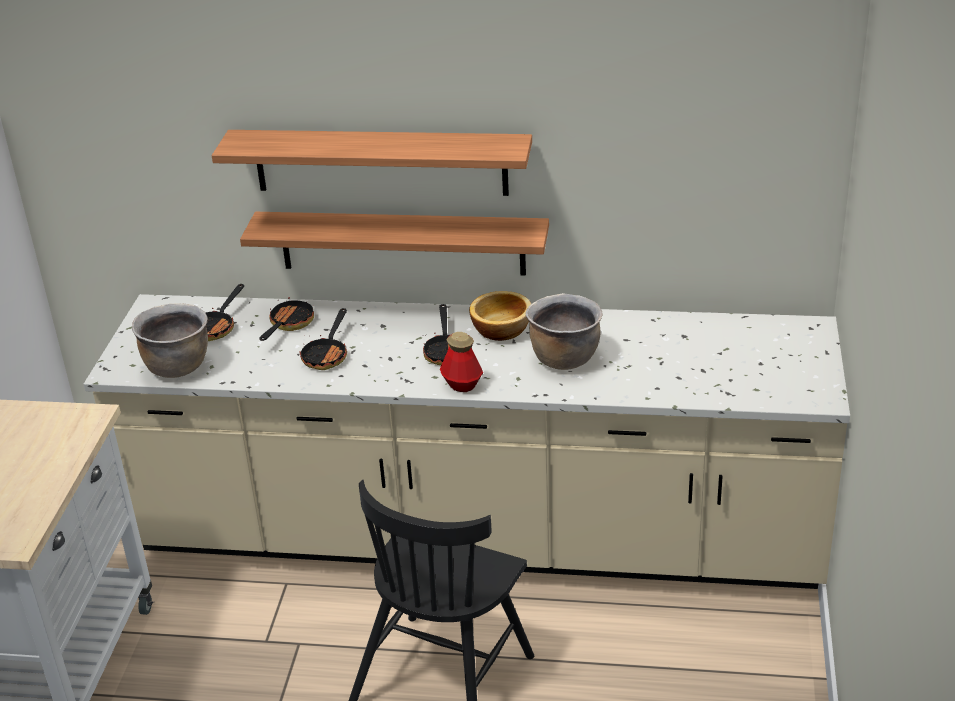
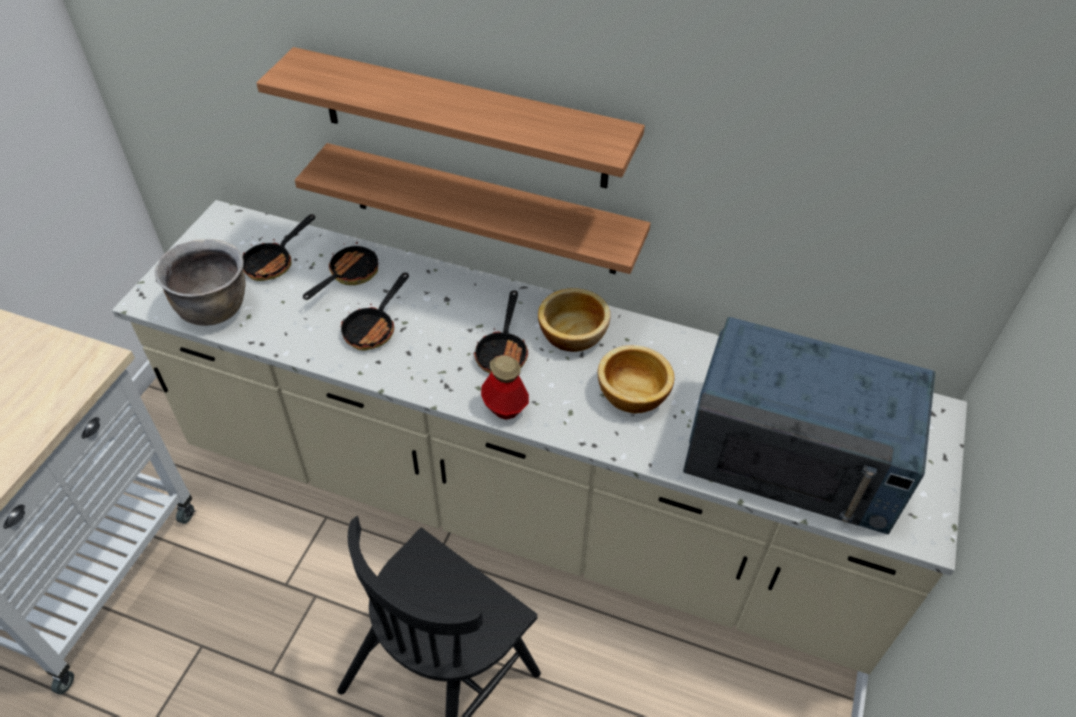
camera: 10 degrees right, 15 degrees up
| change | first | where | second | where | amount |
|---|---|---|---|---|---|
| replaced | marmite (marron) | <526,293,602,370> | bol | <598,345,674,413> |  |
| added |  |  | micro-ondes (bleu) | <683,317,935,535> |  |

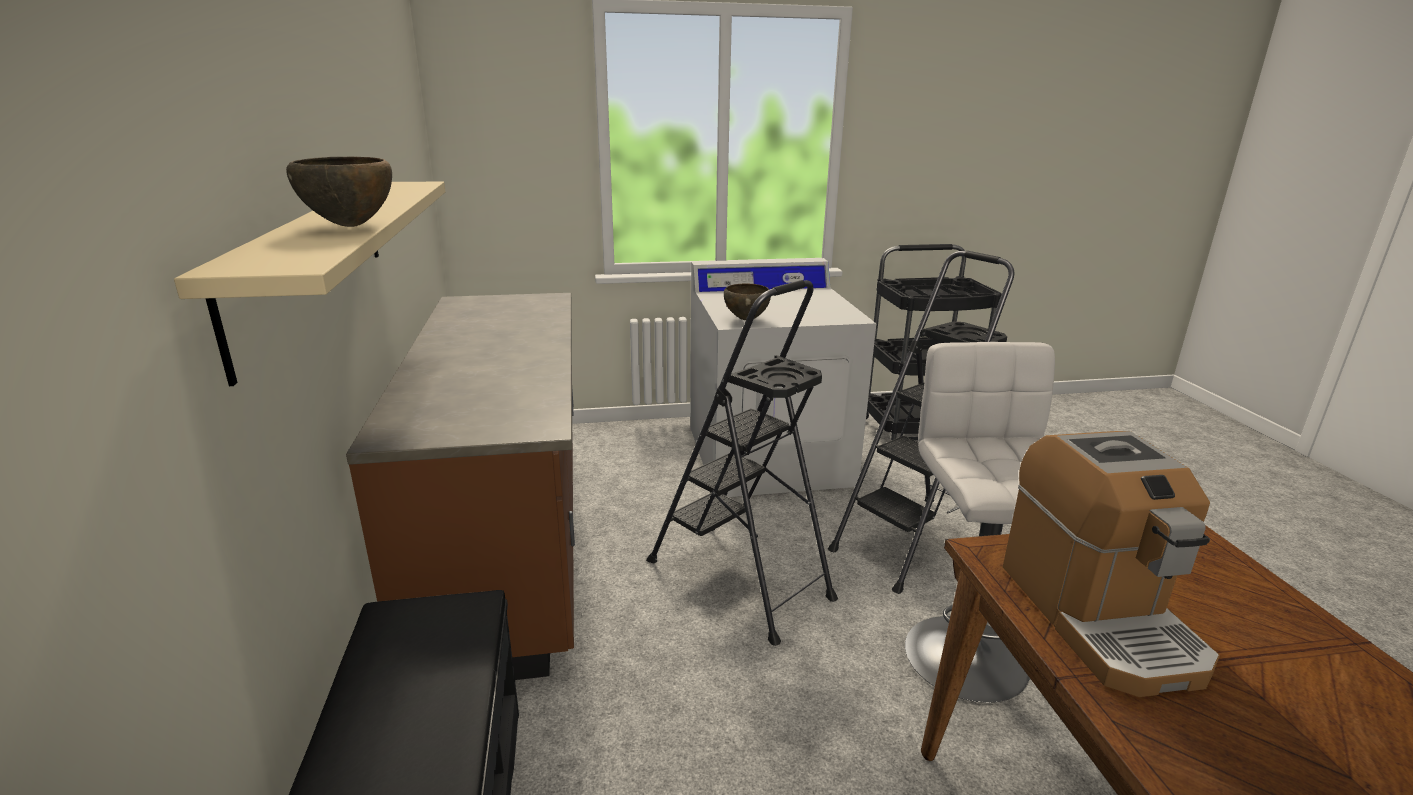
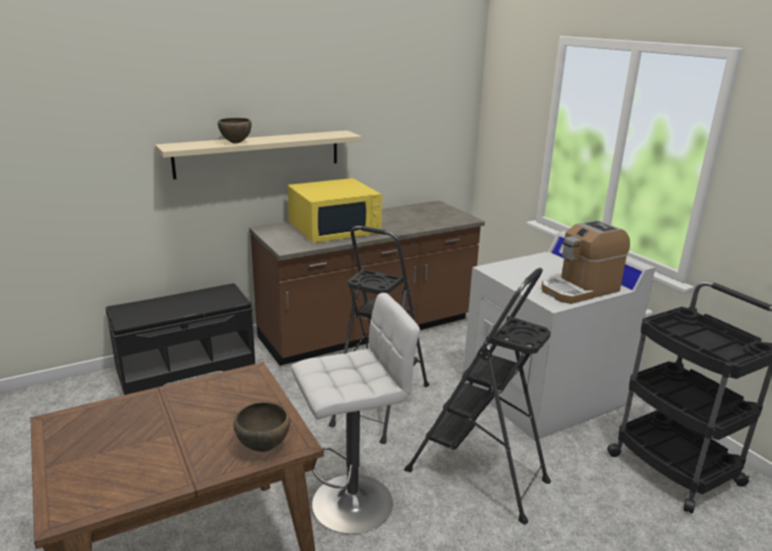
camera: 70 degrees right, 0 degrees up
| change | first | where | second | where | amount |
|---|---|---|---|---|---|
| moved | bol (marron) | <724,283,771,320> |  | <233,402,290,452> |  |
| moved | machine à café | <1003,431,1220,697> |  | <541,220,630,304> |  |
| added |  |  | micro-ondes (jaune) | <288,178,382,243> |  |

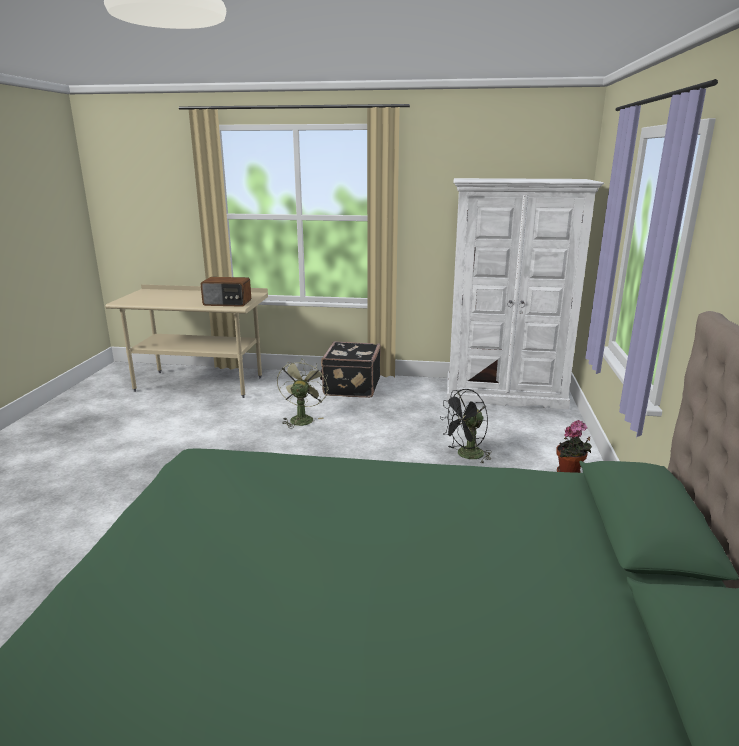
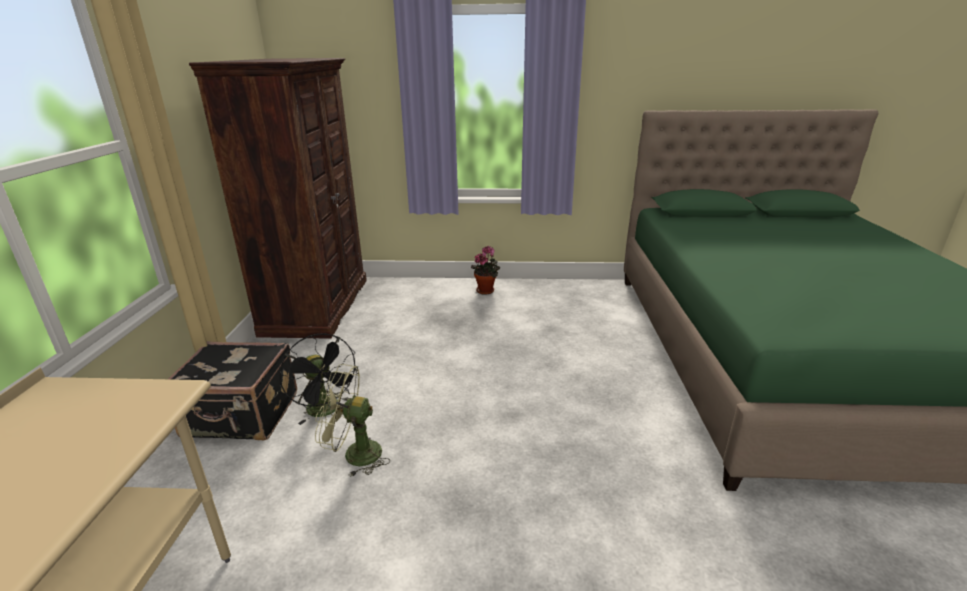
camera: 95 degrees left, 5 degrees up
| change | first | where | second | where | amount |
|---|---|---|---|---|---|
| recoloured | armoire (blanc) | <447,178,604,409> | armoire (marron) | <189,58,367,339> |  |
| removed | radio | <200,277,251,307> |  |  |  |
| moved | ventilateur (noir) | <440,389,492,464> |  | <279,333,358,425> |  |

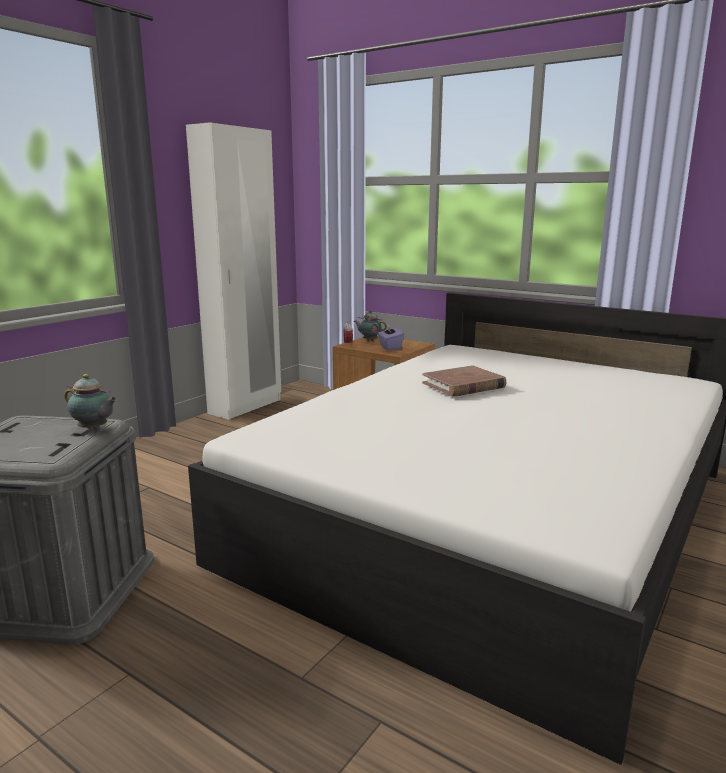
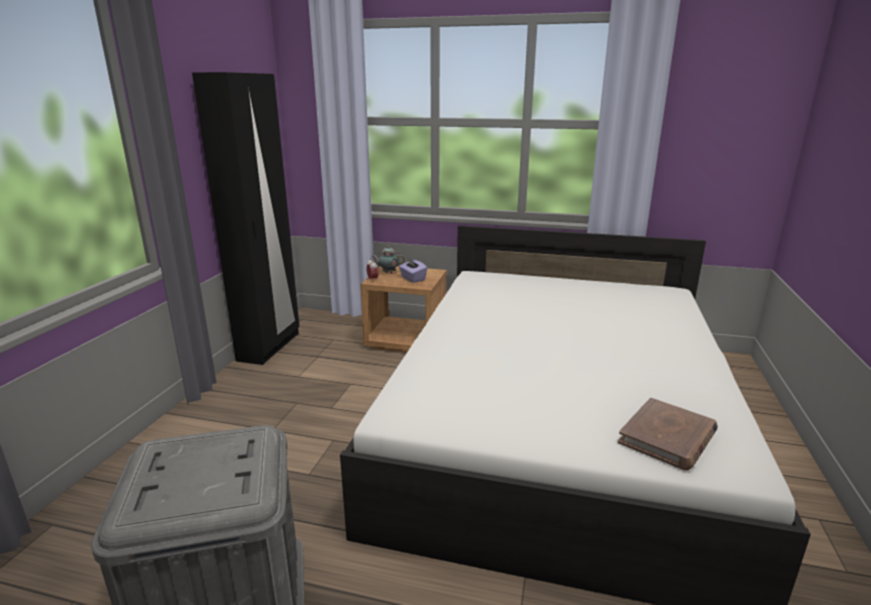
camera: 20 degrees left, 5 degrees up
| change | first | where | second | where | amount |
|---|---|---|---|---|---|
| recoloured | armoire (blanc) | <186,122,281,420> | armoire (noir) | <192,72,299,365> |  |
| moved | livre (marron) | <422,365,507,397> |  | <618,398,718,471> |  |
| removed | théière | <64,374,118,430> |  |  |  |

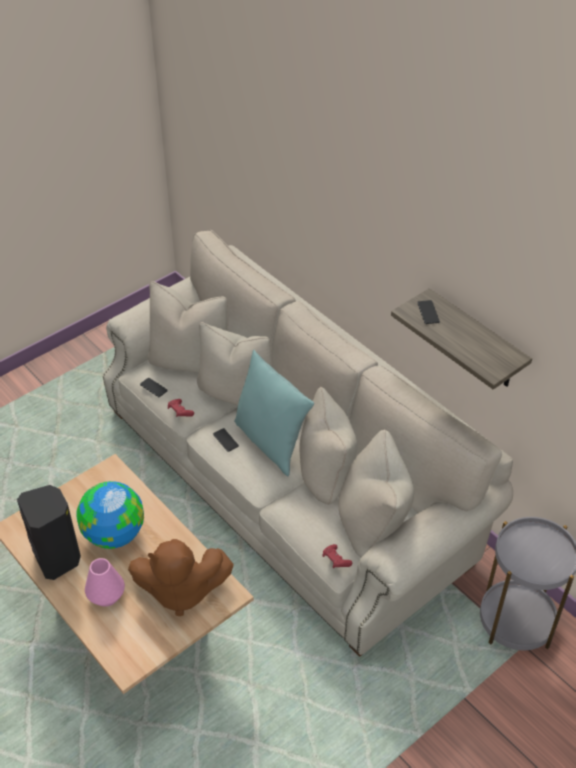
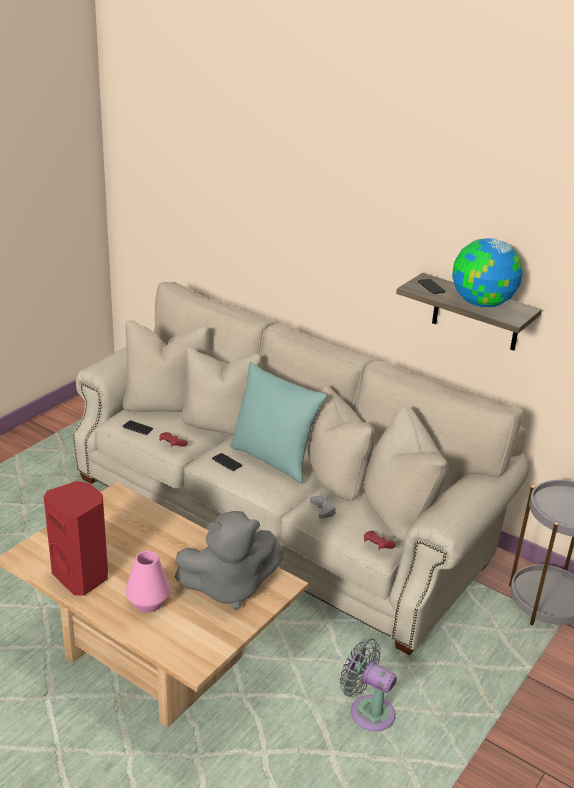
camera: 15 degrees left, 15 degrees down
| change | first | where | second | where | amount |
|---|---|---|---|---|---|
| moved | globe | <76,481,144,549> |  | <452,238,523,307> |  |
| recoloured | enceinte (noir) | <17,485,81,580> | enceinte (rouge) | <44,481,108,595> |  |
| recoloured | peluche (marron) | <128,539,234,616> | peluche (gris) | <175,511,284,610> |  |
| added |  |  | manette (gris) | <310,494,336,519> |  |
| added |  |  | ventilateur (gris) | <340,638,397,731> |  |

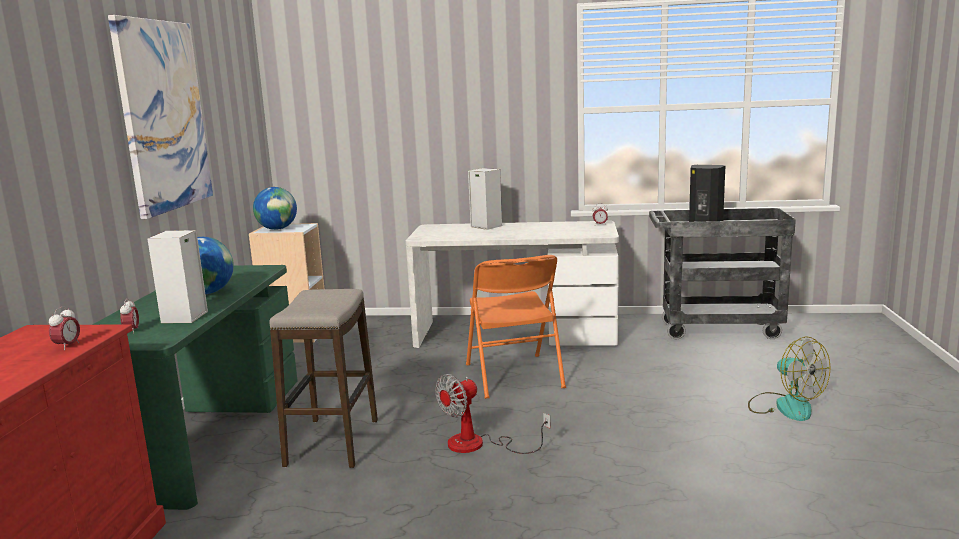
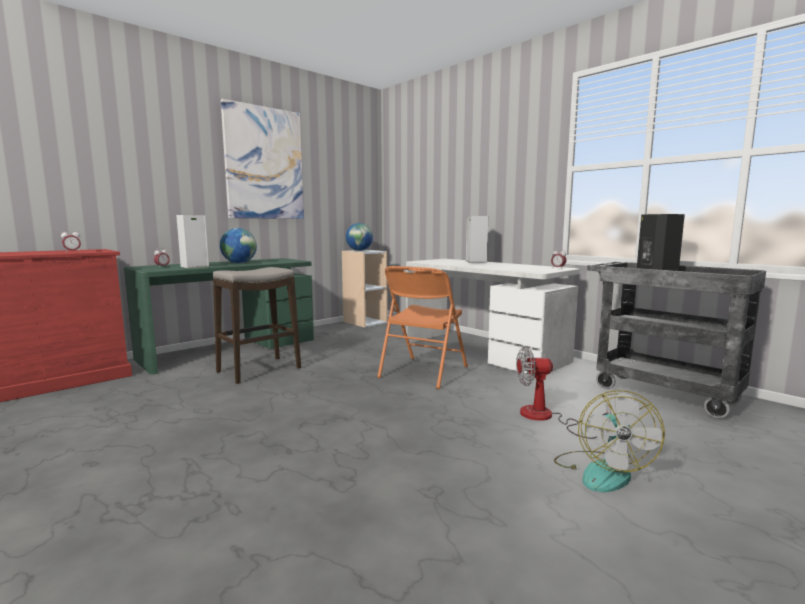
camera: 40 degrees right, 5 degrees down
| change | first | where | second | where | amount |
|---|---|---|---|---|---|
| moved | ventilateur | <435,374,551,454> |  | <516,347,611,439> |  |

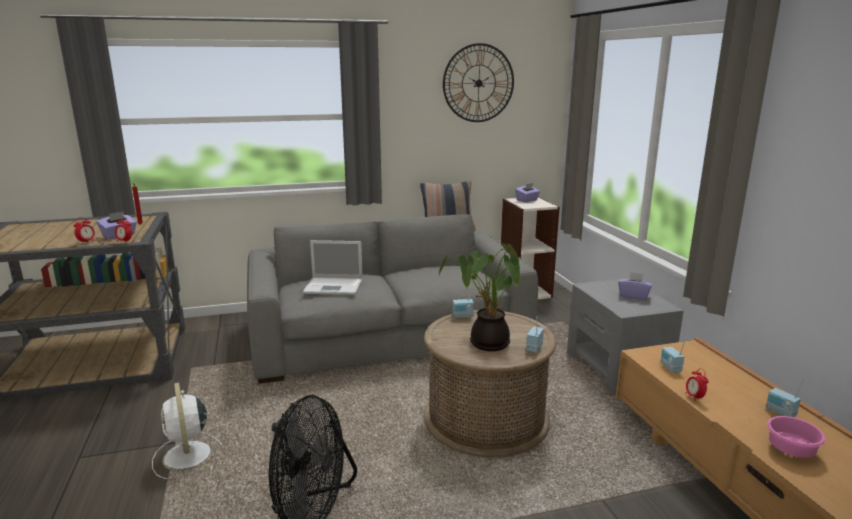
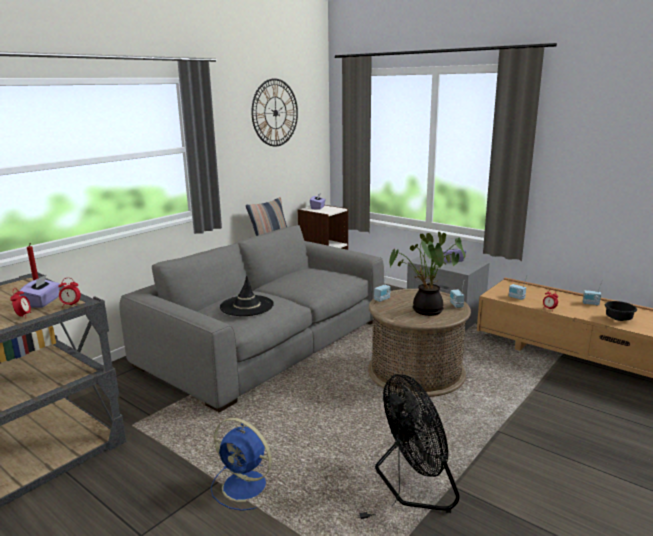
camera: 35 degrees left, 0 degrees up
| change | first | where | second | where | amount |
|---|---|---|---|---|---|
| replaced | ordinateur portable | <303,240,363,295> | chapeau (noir) | <220,275,274,316> |  |
| recoloured | ventilateur (blanc) | <152,382,222,479> | ventilateur (bleu) | <211,418,272,511> |  |
| recoloured | bol (rose) | <767,416,826,458> | bol (noir) | <605,301,637,321> |  |

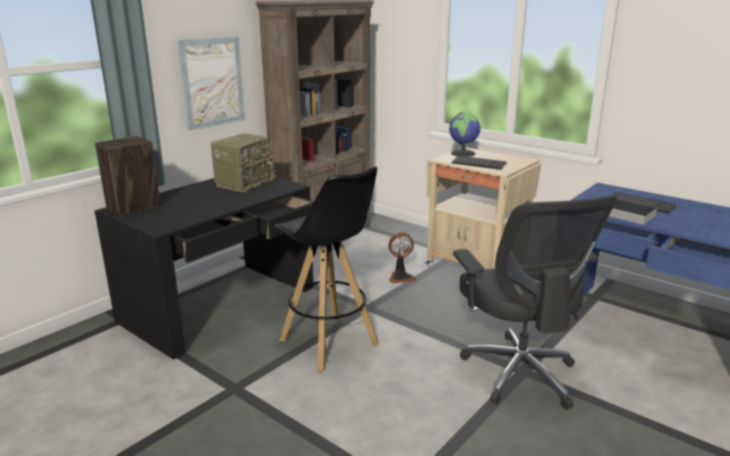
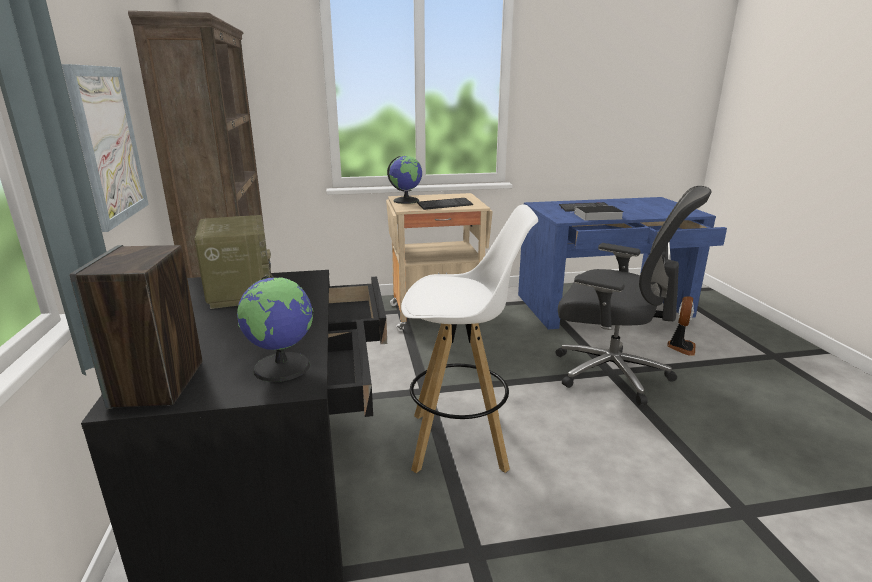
camera: 50 degrees left, 0 degrees up
| change | first | where | second | where | amount |
|---|---|---|---|---|---|
| recoloured | tabouret (noir) | <274,166,379,372> | tabouret (blanc) | <401,204,538,473> |  |
| moved | ventilateur | <389,232,416,284> |  | <667,296,696,356> |  |
| added |  |  | globe | <237,275,313,382> |  |

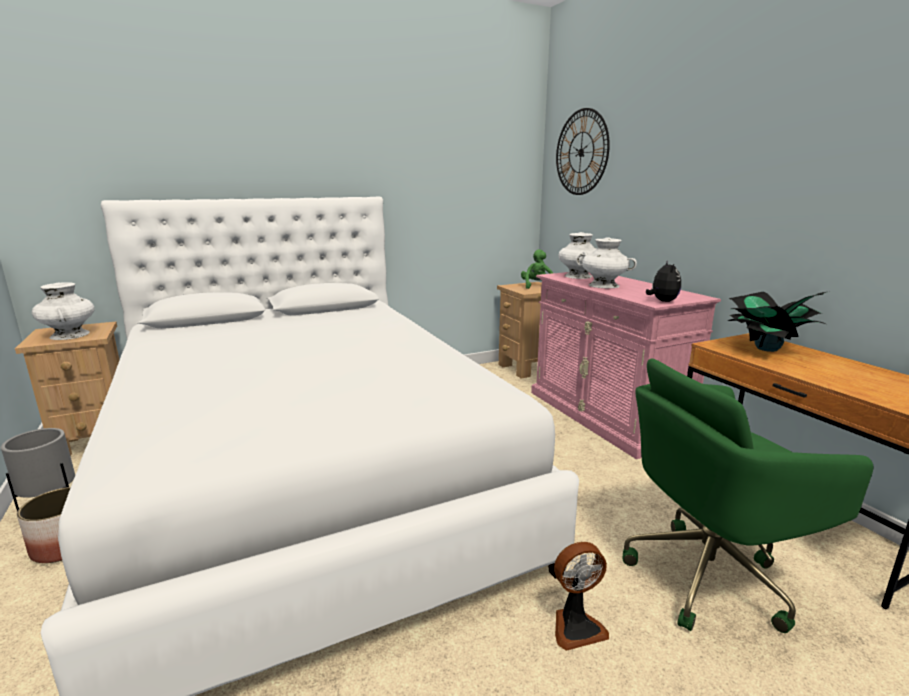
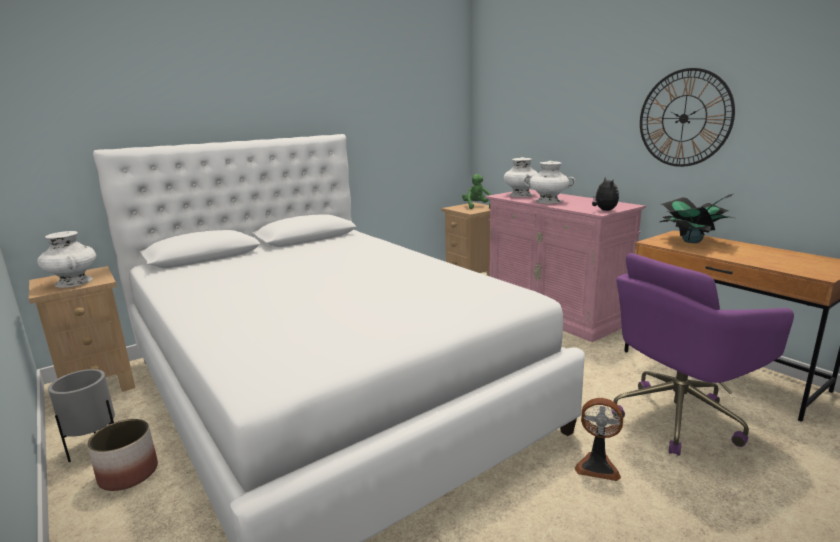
camera: 10 degrees left, 0 degrees up
| change | first | where | second | where | amount |
|---|---|---|---|---|---|
| moved | horloge murale | <556,108,610,195> |  | <640,68,735,167> |  |
| recoloured | chaise de bureau (vert) | <623,358,874,633> | chaise de bureau (violet) | <611,253,794,456> |  |
| turned | ventilateur | <554,542,609,651> |  | <575,398,623,481> | 45 degrees clockwise |

